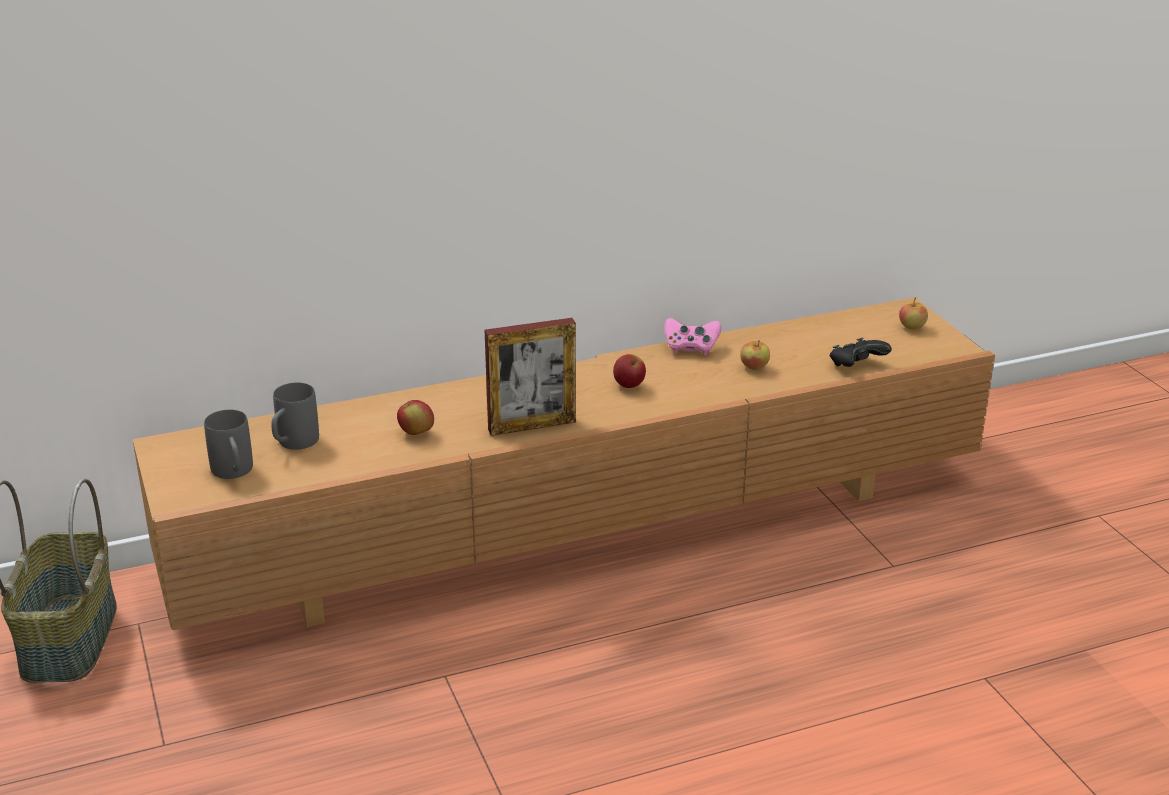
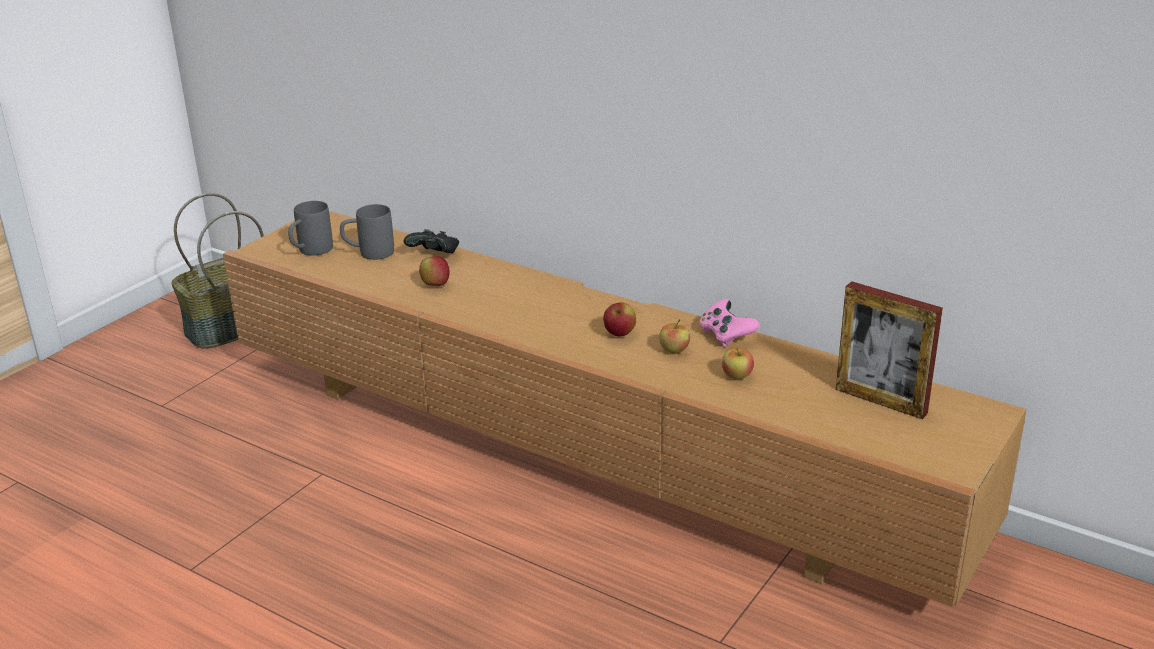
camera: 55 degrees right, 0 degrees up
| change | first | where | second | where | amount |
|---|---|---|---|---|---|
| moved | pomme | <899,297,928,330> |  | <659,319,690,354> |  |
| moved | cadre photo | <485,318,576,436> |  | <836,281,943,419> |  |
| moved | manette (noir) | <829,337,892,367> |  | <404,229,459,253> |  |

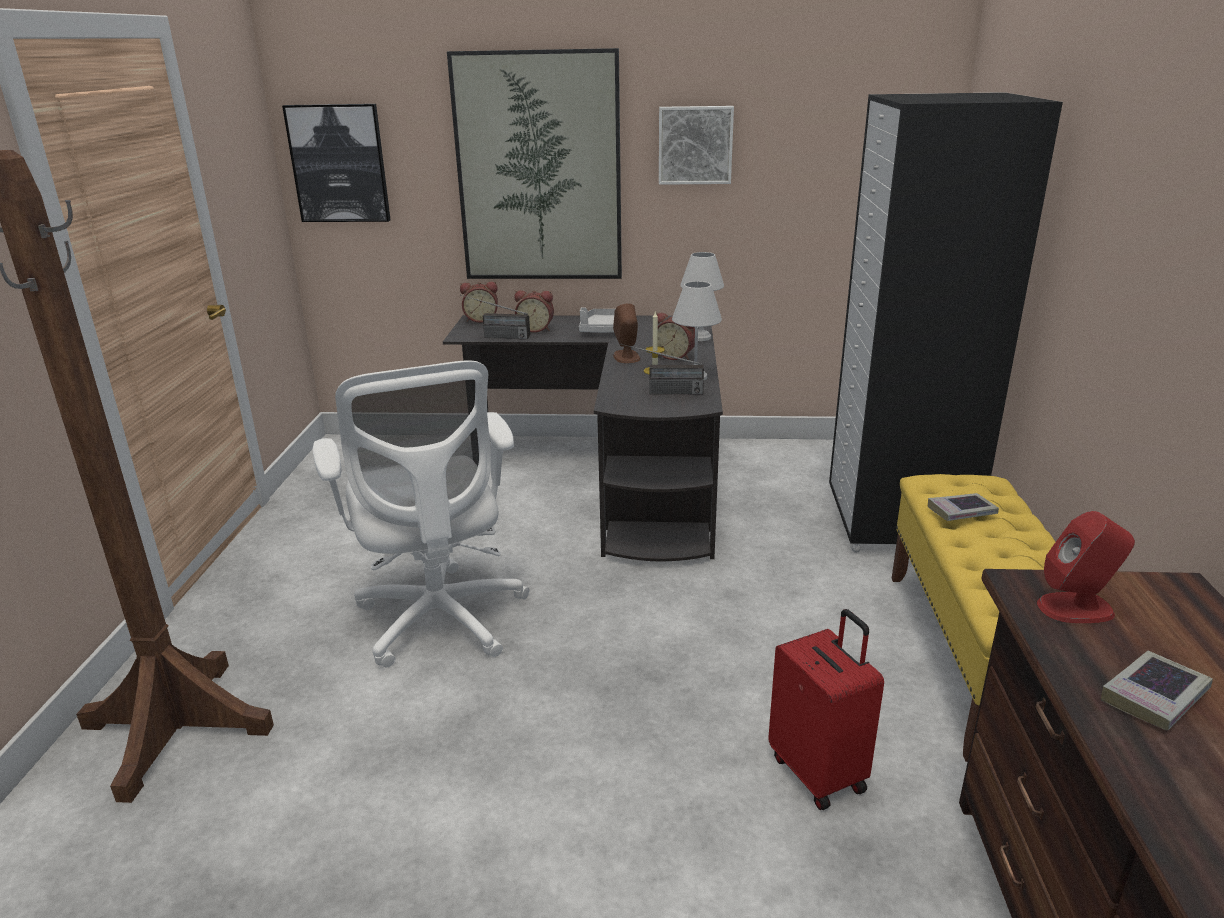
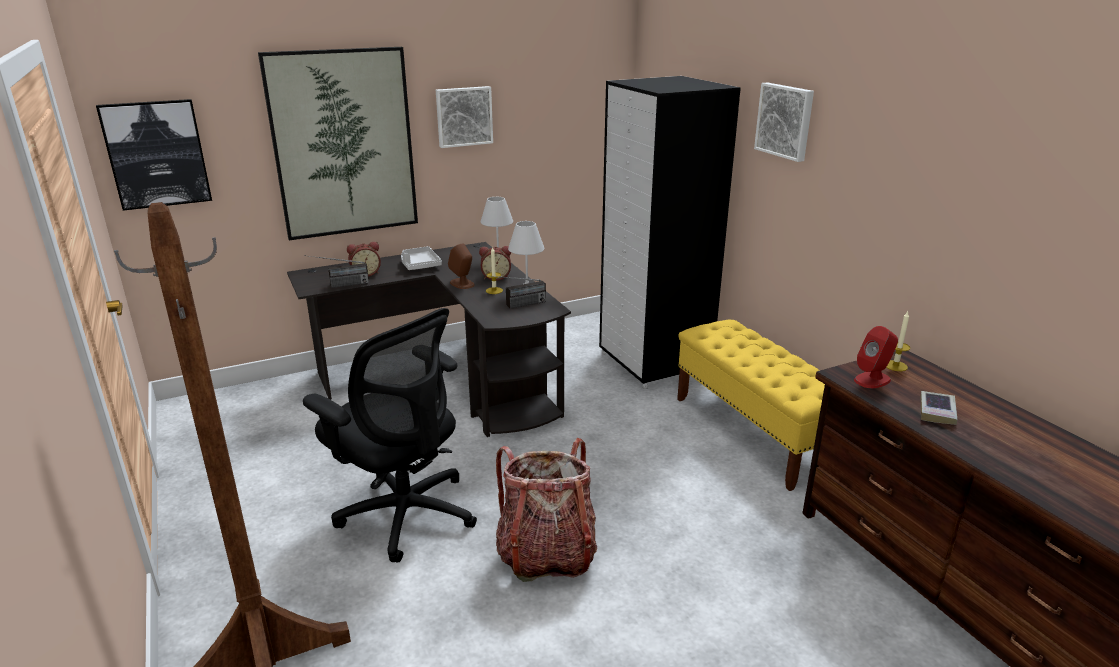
camera: 30 degrees left, 0 degrees up
| change | first | where | second | where | amount |
|---|---|---|---|---|---|
| removed | réveil | <460,282,498,323> |  |  |  |
| recoloured | chaise de bureau (blanc) | <313,361,529,667> | chaise de bureau (noir) | <303,308,477,562> |  |
| removed | livre | <927,493,999,521> |  |  |  |
| removed | valise (rouge) | <768,609,884,810> |  |  |  |
| added |  |  | tableau | <754,83,814,162> |  |
| added |  |  | bougie | <886,311,910,371> |  |
| added |  |  | sac à dos | <496,438,598,582> |  |

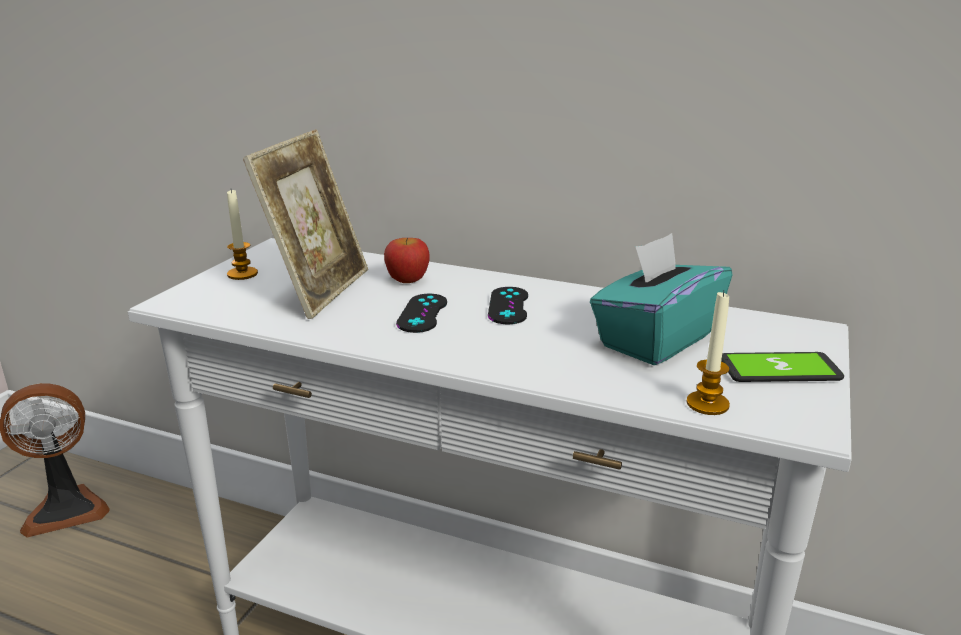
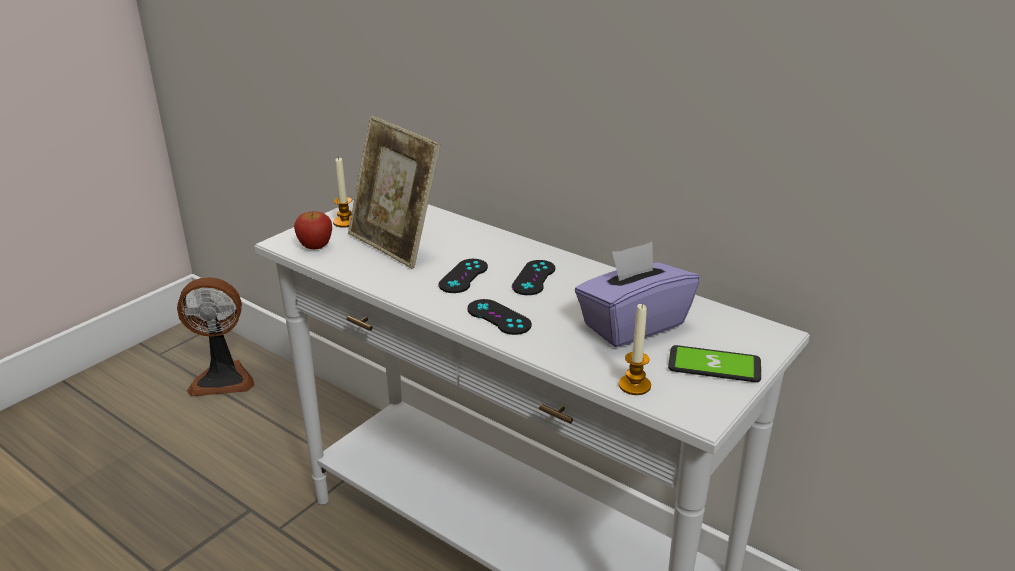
camera: 15 degrees right, 5 degrees up
| change | first | where | second | where | amount |
|---|---|---|---|---|---|
| turned | cadre photo | <243,129,368,319> |  | <348,115,441,268> | 105 degrees clockwise |
| recoloured | boîte à mouchoirs (turquoise) | <590,233,732,365> | boîte à mouchoirs (violet) | <575,242,700,347> |  |
| moved | pomme | <384,237,430,283> |  | <294,211,332,250> |  |
| added |  |  | manette (noir) | <467,299,532,335> |  |

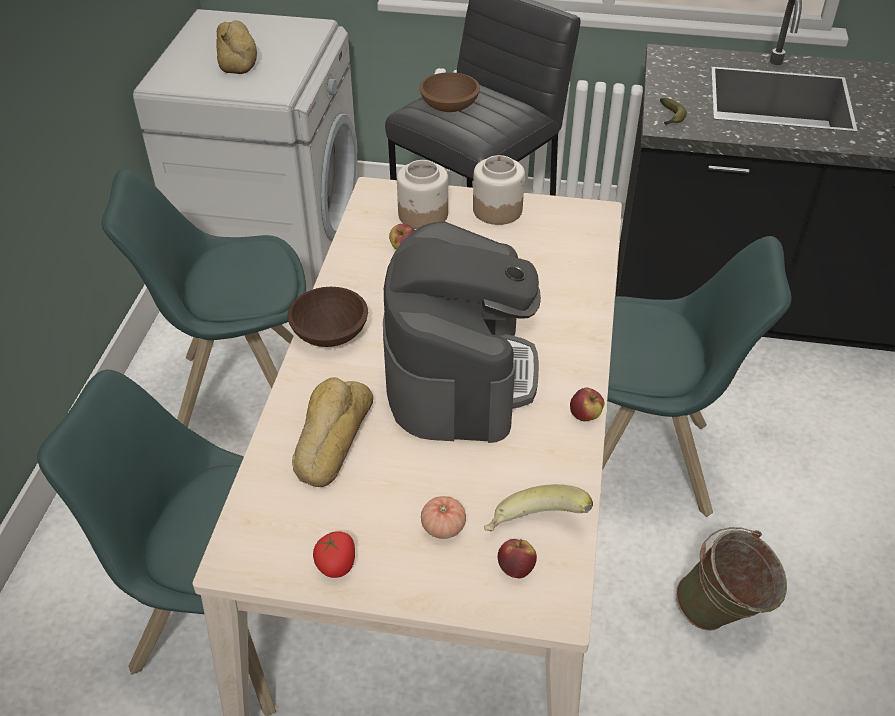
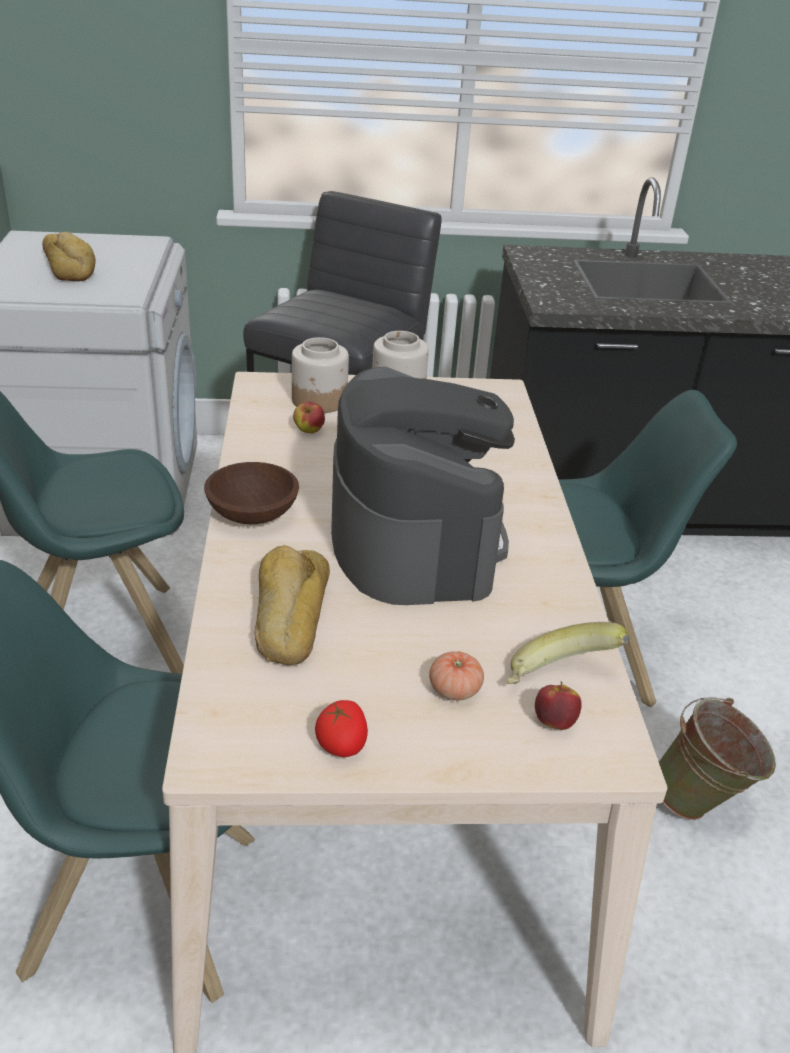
camera: 15 degrees left, 10 degrees down
| change | first | where | second | where | amount |
|---|---|---|---|---|---|
| removed | bol (marron) | <419,72,480,112> |  |  |  |
| removed | banane | <660,98,687,125> |  |  |  |
| removed | pomme | <570,388,605,421> |  |  |  |

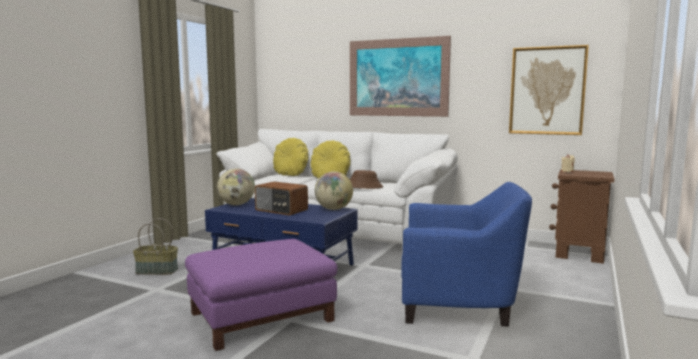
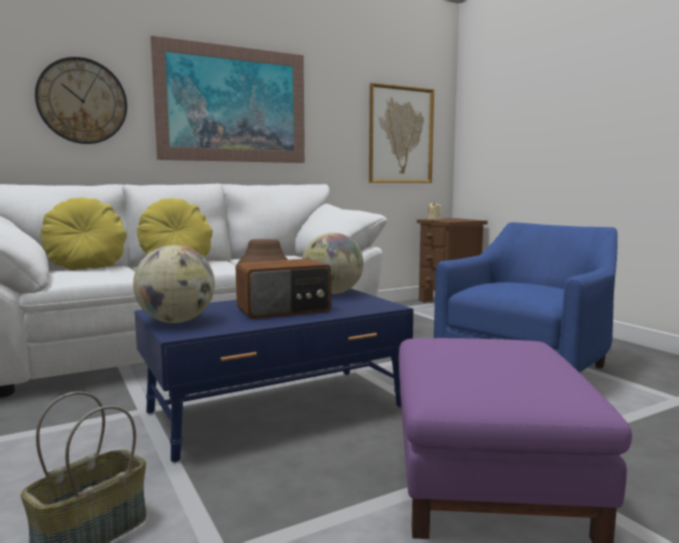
camera: 55 degrees left, 0 degrees up
| change | first | where | second | where | amount |
|---|---|---|---|---|---|
| added |  |  | horloge murale | <35,57,127,144> |  |

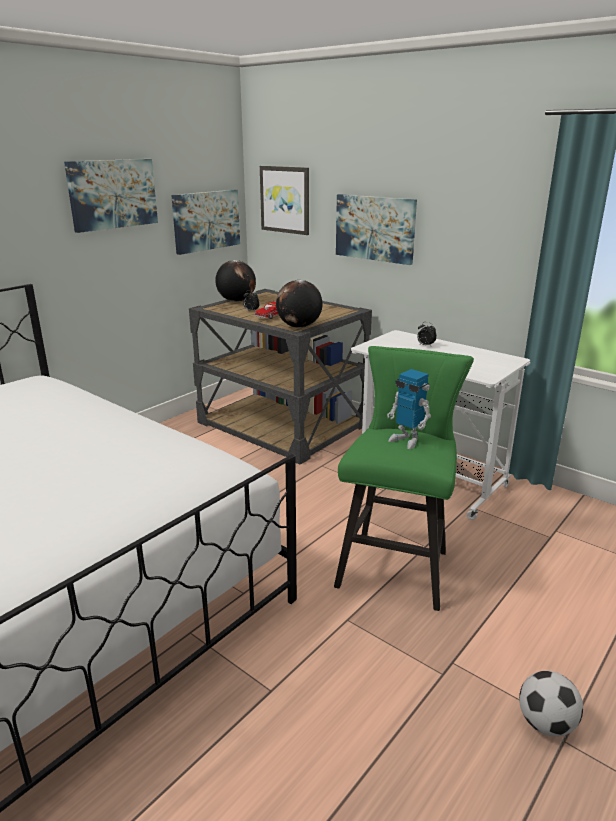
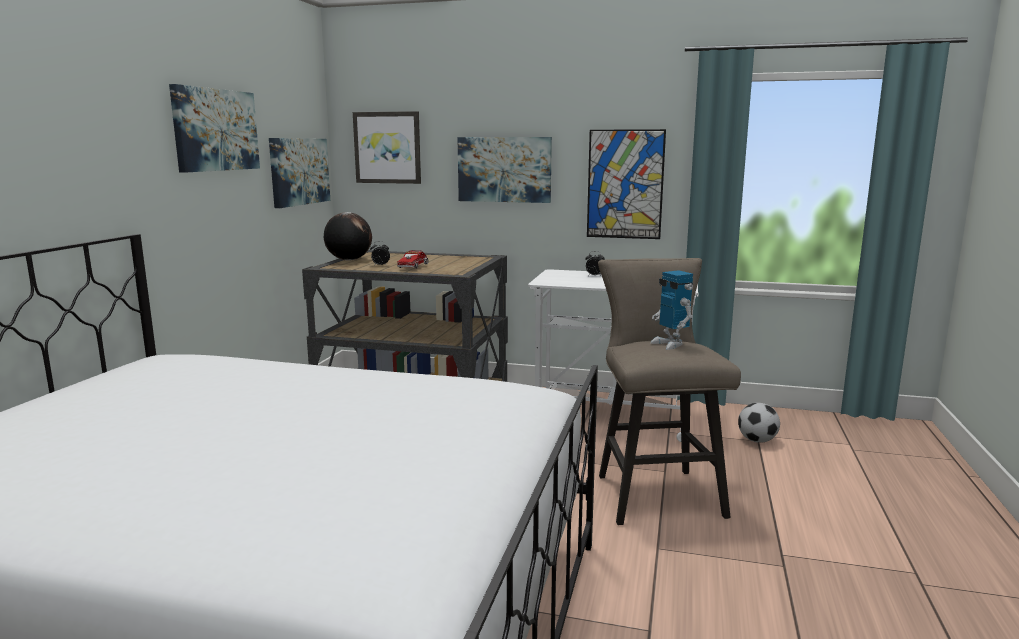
camera: 25 degrees left, 10 degrees down
| change | first | where | second | where | amount |
|---|---|---|---|---|---|
| removed | globe | <276,280,323,328> |  |  |  |
| recoloured | tabouret (vert) | <334,346,474,611> | tabouret (beige) | <598,258,741,525> |  |
| turned | robot jouet | <387,369,431,449> |  | <650,270,693,350> | 45 degrees clockwise |
| moved | ballon de foot | <519,671,583,737> |  | <738,403,780,443> |  |
| added |  |  | tableau | <587,129,666,239> |  |

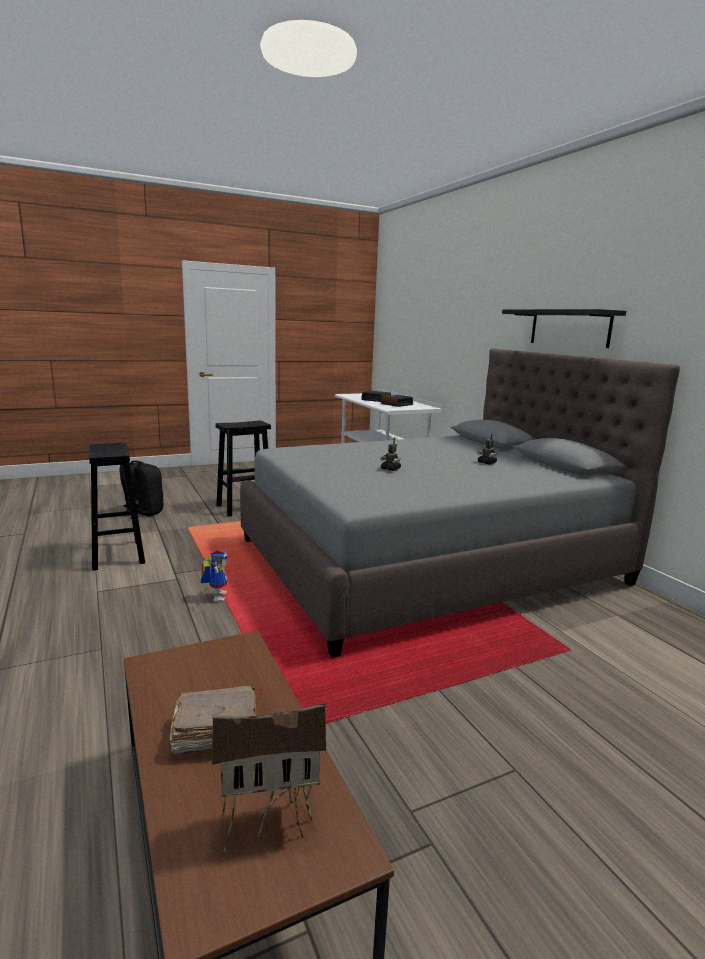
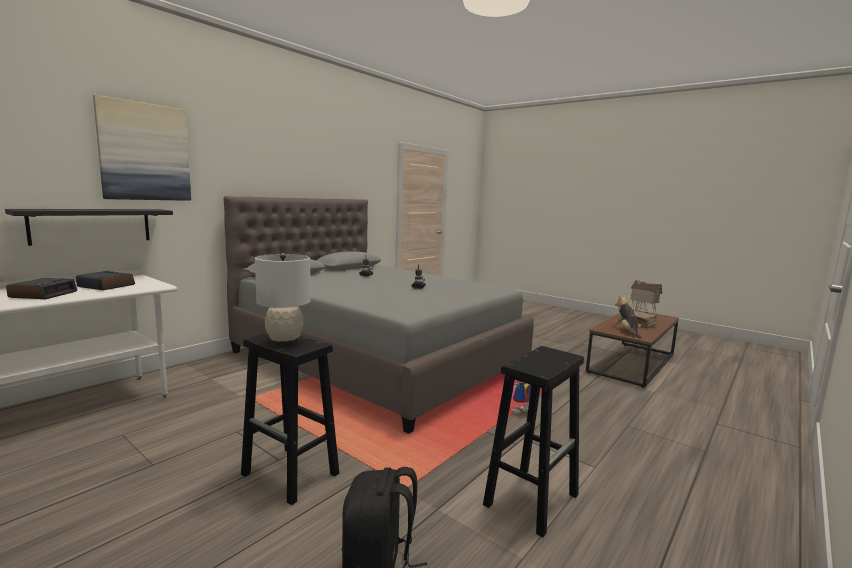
camera: 115 degrees left, 5 degrees down
| change | first | where | second | where | amount |
|---|---|---|---|---|---|
| moved | étagère (noir) | <502,309,626,348> |  | <5,209,173,246> |  |
| added |  |  | tableau | <93,95,191,201> |  |
| added |  |  | lampe de table (blanc) | <255,253,311,347> |  |
| added |  |  | peluche | <615,295,641,339> |  |

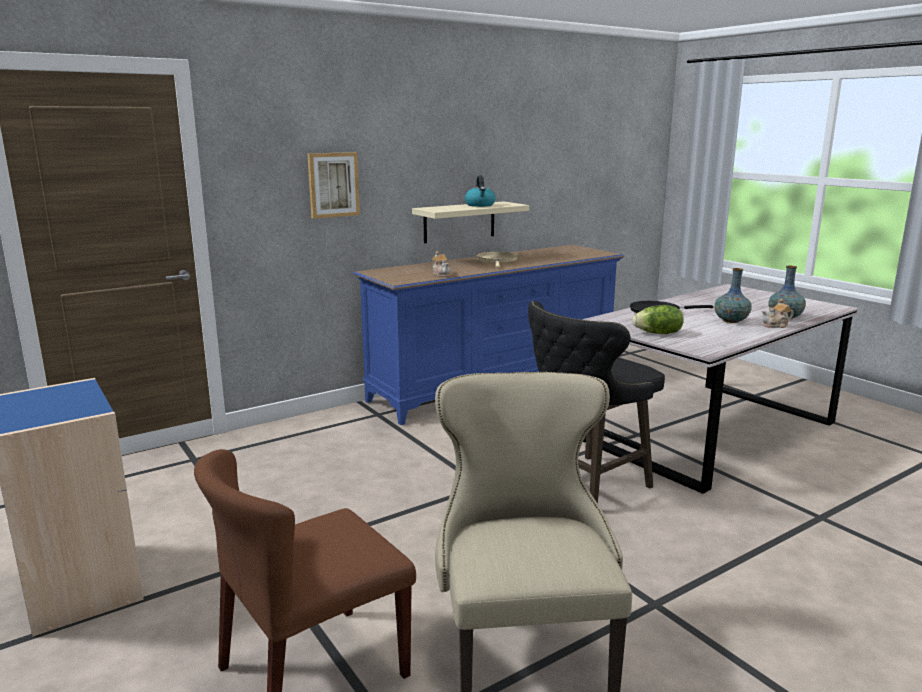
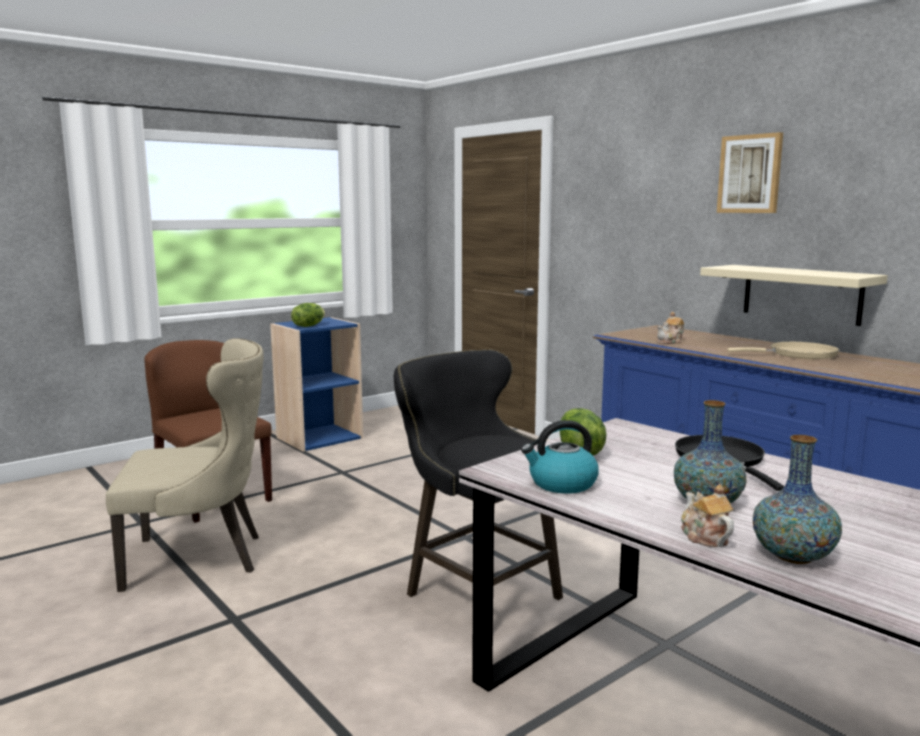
camera: 85 degrees right, 5 degrees down
| change | first | where | second | where | amount |
|---|---|---|---|---|---|
| moved | tableau | <307,152,360,219> |  | <717,132,783,213> |  |
| moved | bouilloire | <465,175,496,207> |  | <521,420,599,494> |  |
| added |  |  | laitue | <291,303,325,327> |  |

